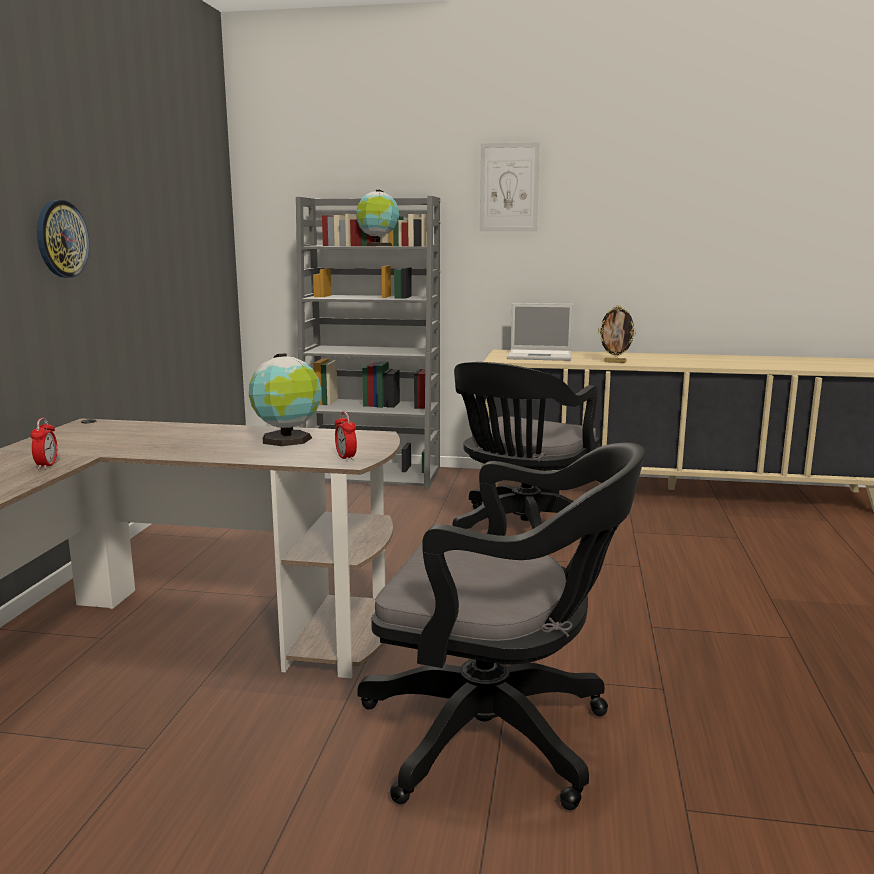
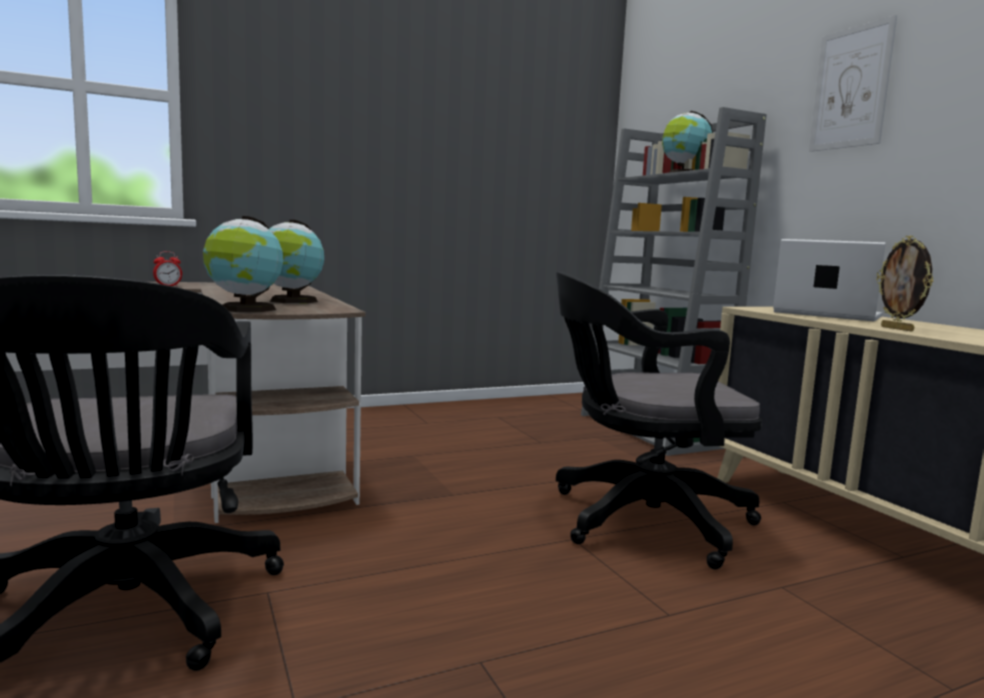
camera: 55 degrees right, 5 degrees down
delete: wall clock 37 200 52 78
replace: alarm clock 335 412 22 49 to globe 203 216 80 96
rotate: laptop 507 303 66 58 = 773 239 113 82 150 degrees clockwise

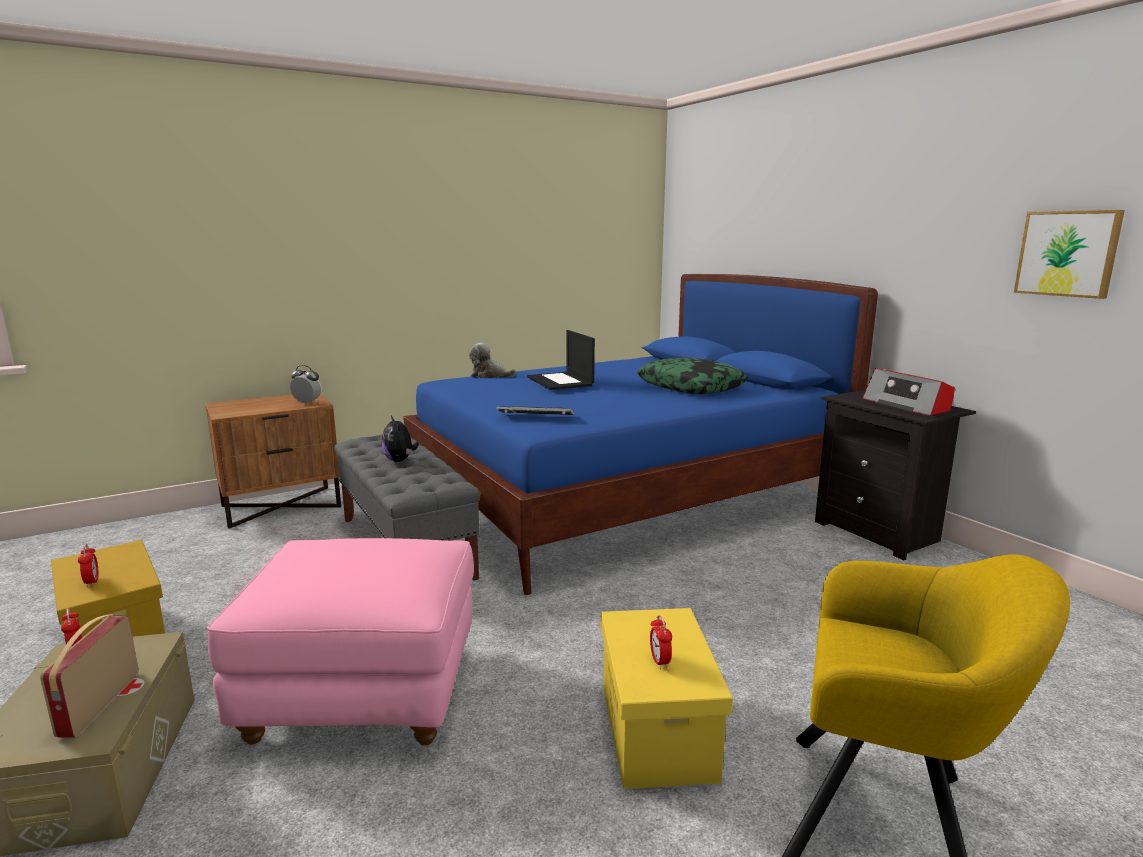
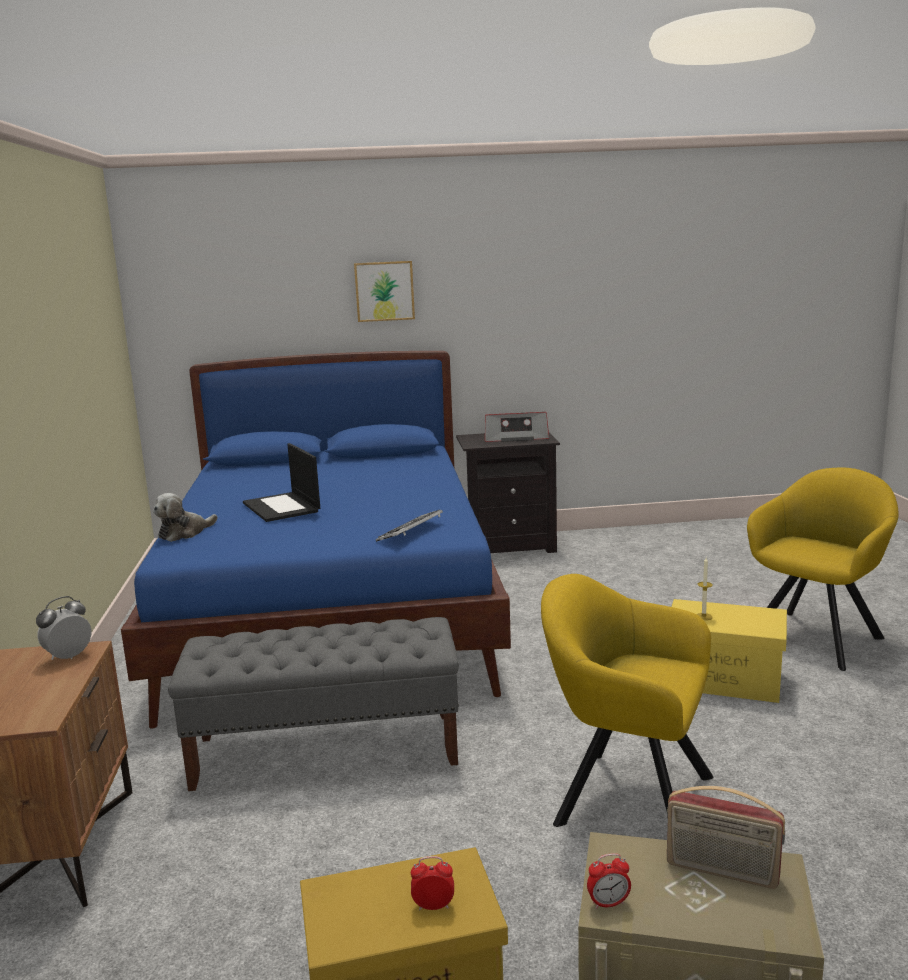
camera: 65 degrees left, 0 degrees up
delete: pillow 637 357 110 37; plush toy 382 416 37 46; alarm clock 650 615 22 54
insert: candle 696 558 17 62
move: picture 1014 210 111 89 to 354 261 61 61
replace: pink ottoman 207 538 267 208 to yellow armchair 541 574 172 253
rotate: laptop 527 330 68 60 = 243 443 77 79 60 degrees clockwise

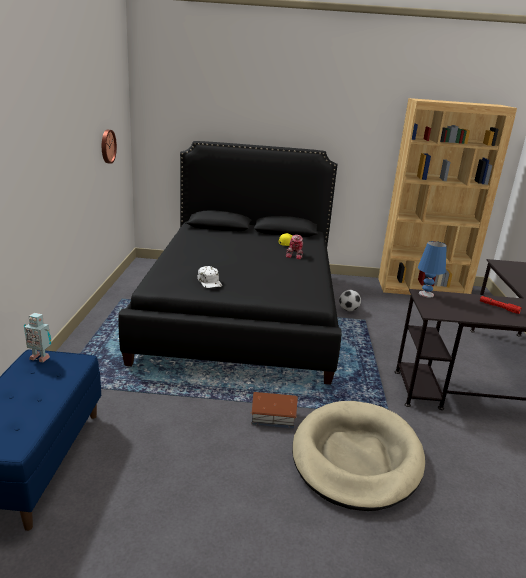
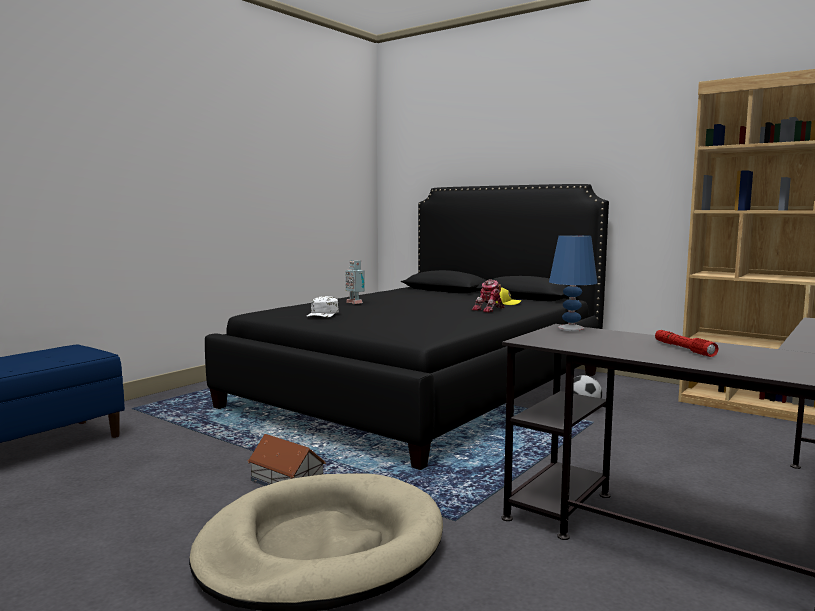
camera: 35 degrees right, 15 degrees down
delete: wall clock 102 130 15 34
move: toy robot 24 313 27 49 to 345 260 20 44

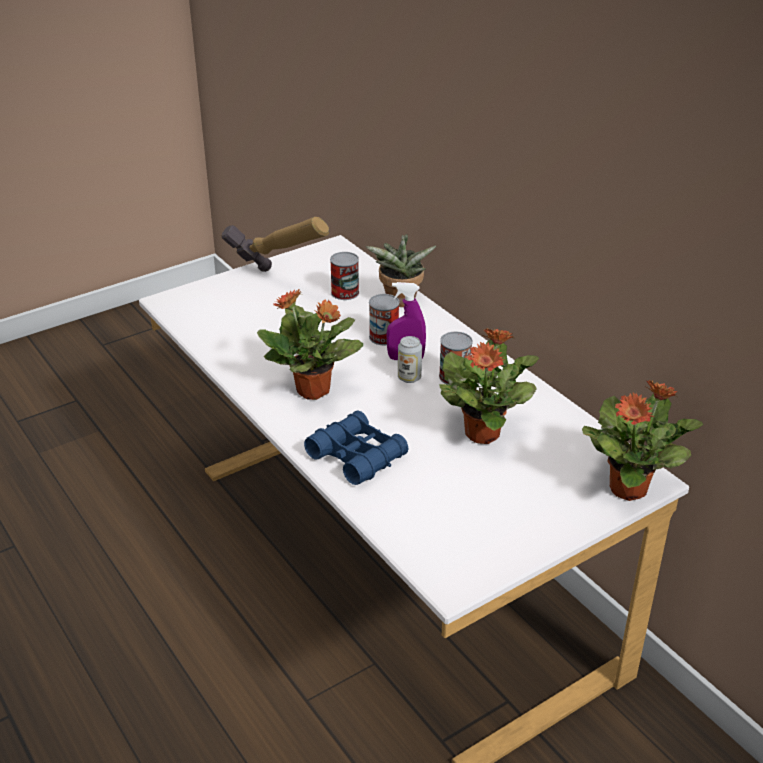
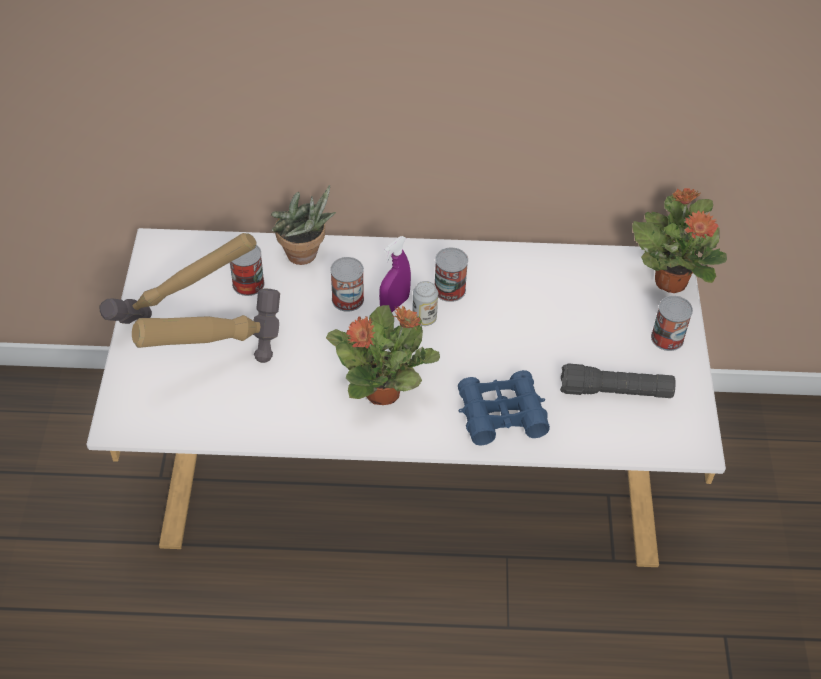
camera: 55 degrees left, 15 degrees up
delete: potted plant 439 329 100 115
insert: hammer 132 289 148 74; can 651 296 42 55; black flashlight 560 363 116 35

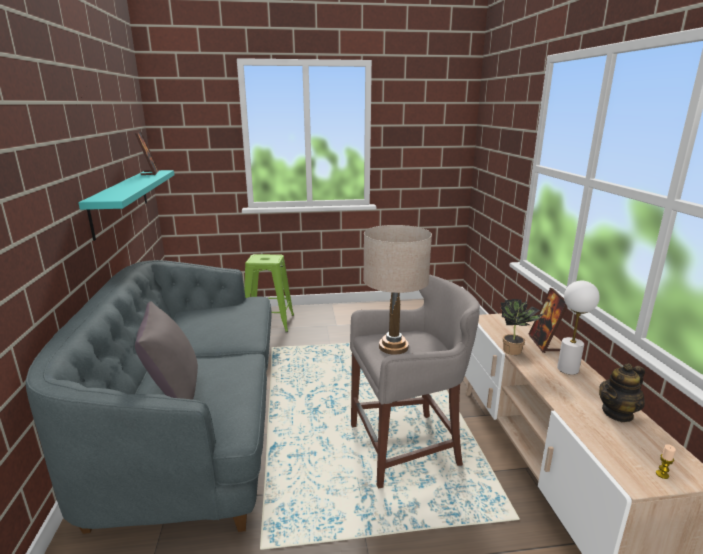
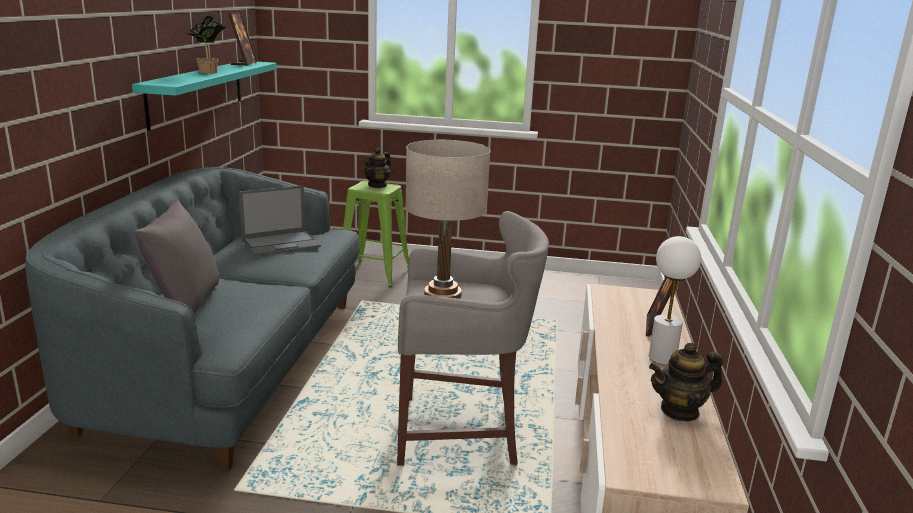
camera: 15 degrees right, 0 degrees up
delete: candle 656 444 20 35
insert: teapot 364 148 27 40; laptop 239 185 82 71
move: potted plant 500 299 45 56 to 187 16 39 58

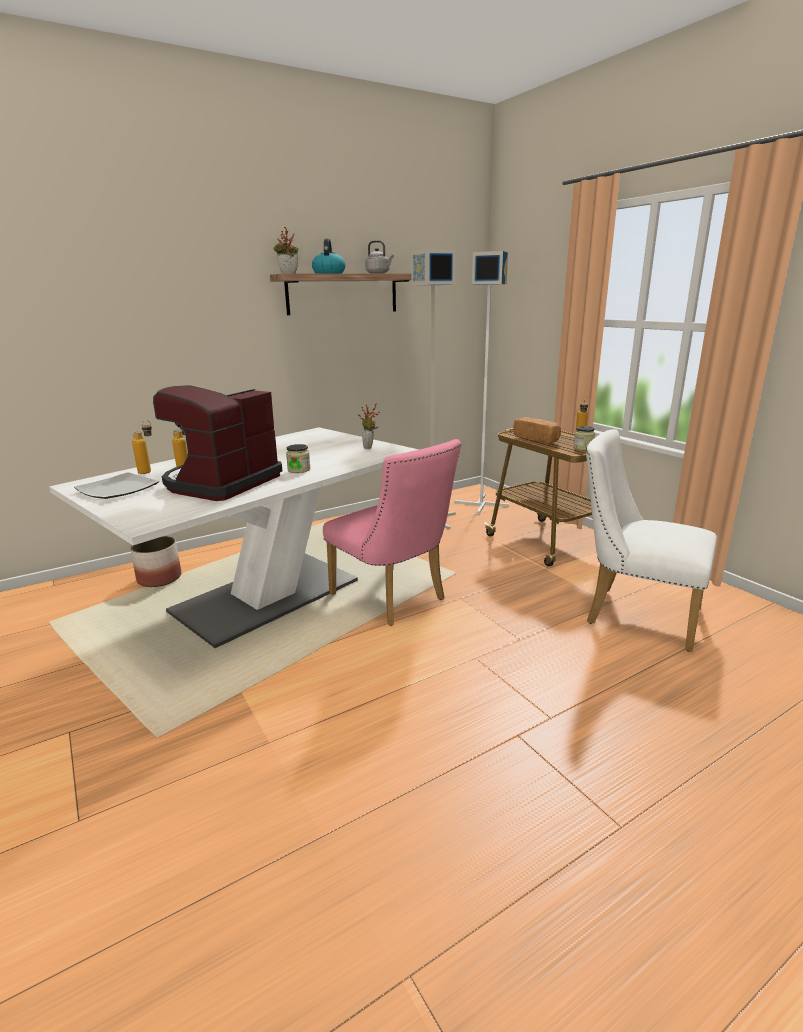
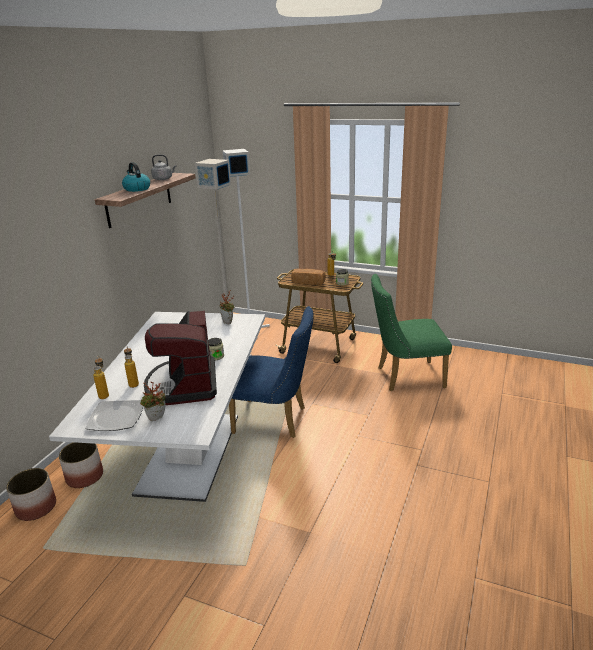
camera: 35 degrees left, 5 degrees up
insert: planter 6 468 50 53
move: potted plant 273 227 25 46 to 140 381 25 40
recolor: white chair 586 429 131 223 to green chair 371 274 81 117; pink chair 323 439 138 187 to blue chair 229 306 85 132

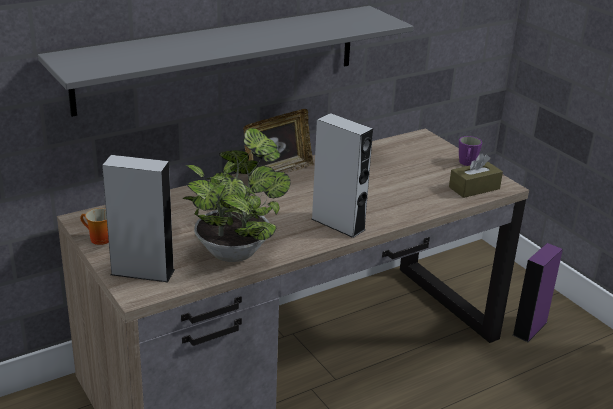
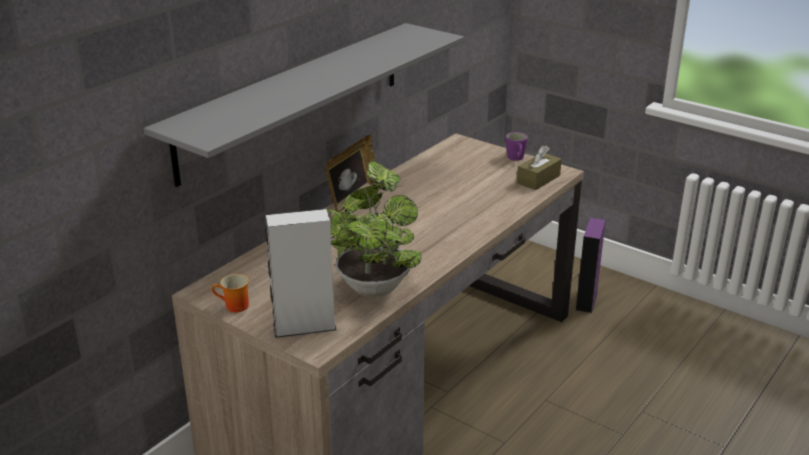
camera: 20 degrees left, 0 degrees up
delete: grey speaker 312 113 61 125

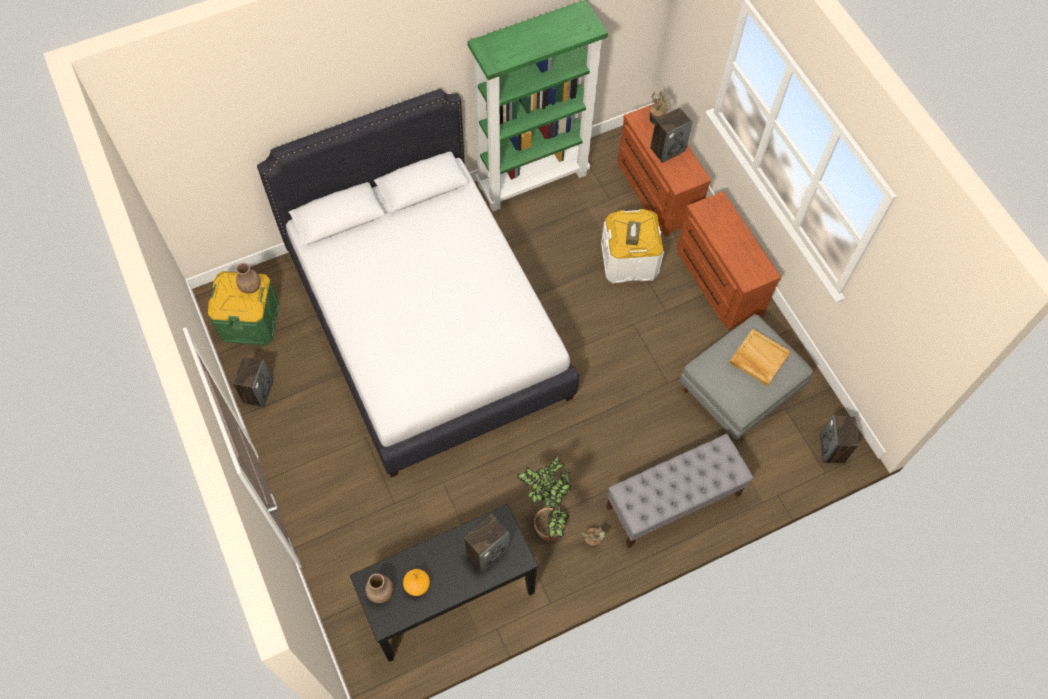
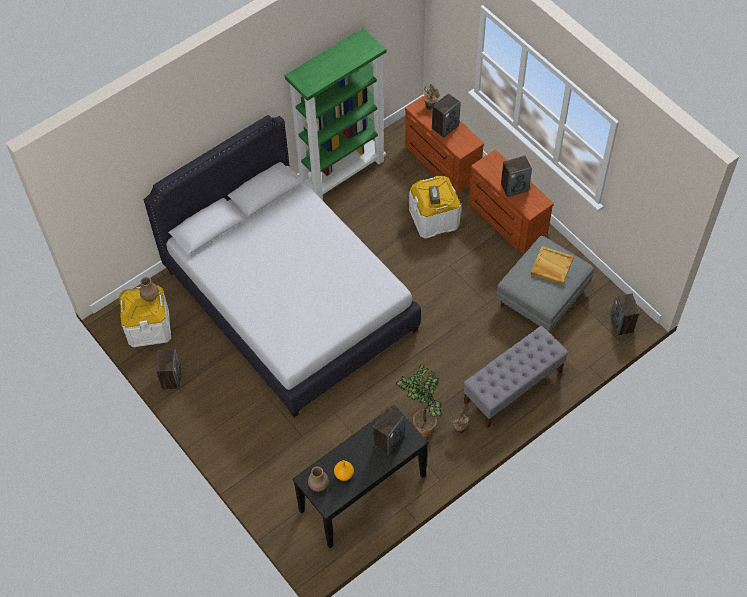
camera: 10 degrees left, 5 degrees down
insert: speaker 501 156 31 41
recolor: green storage box 208 271 72 74 to white storage box 119 285 52 62

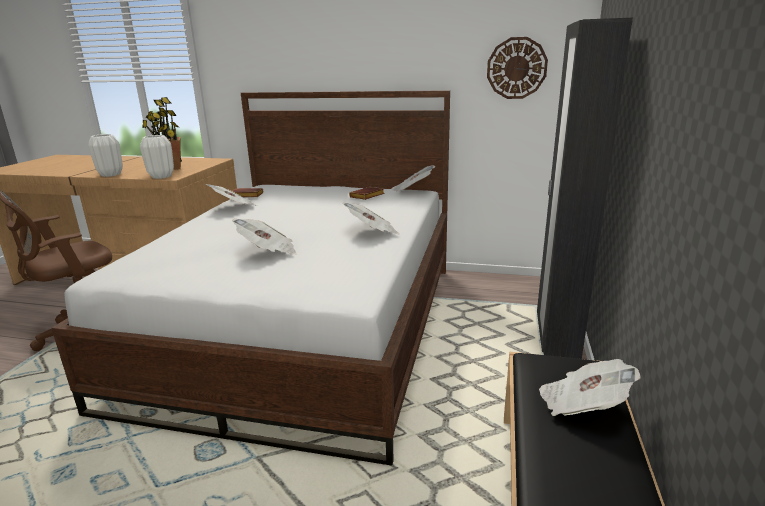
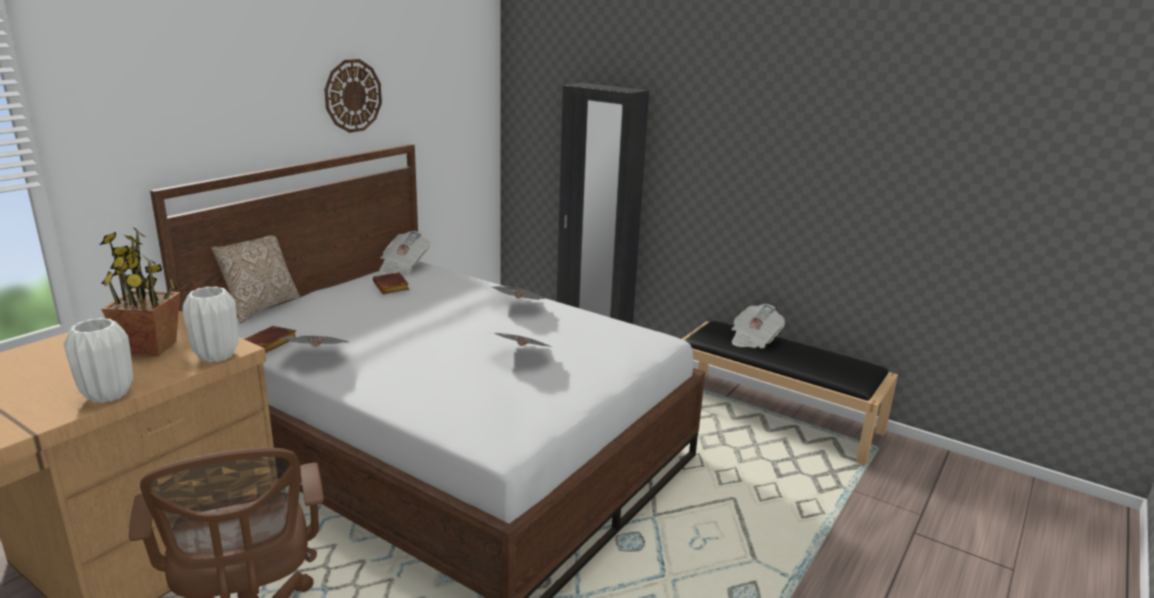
camera: 70 degrees left, 0 degrees up
insert: pillow 211 236 89 87
move: wall clock 487 37 61 62 to 324 59 58 74

